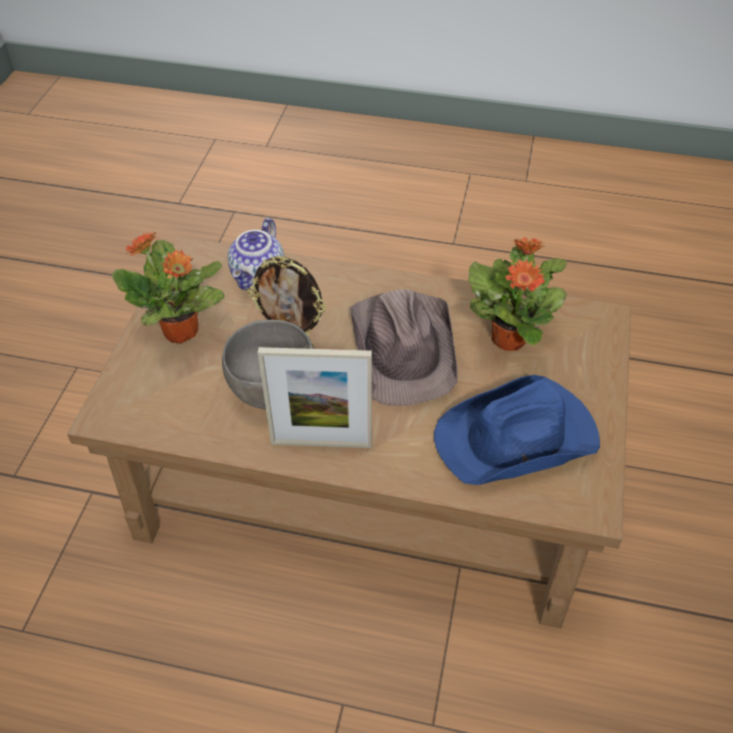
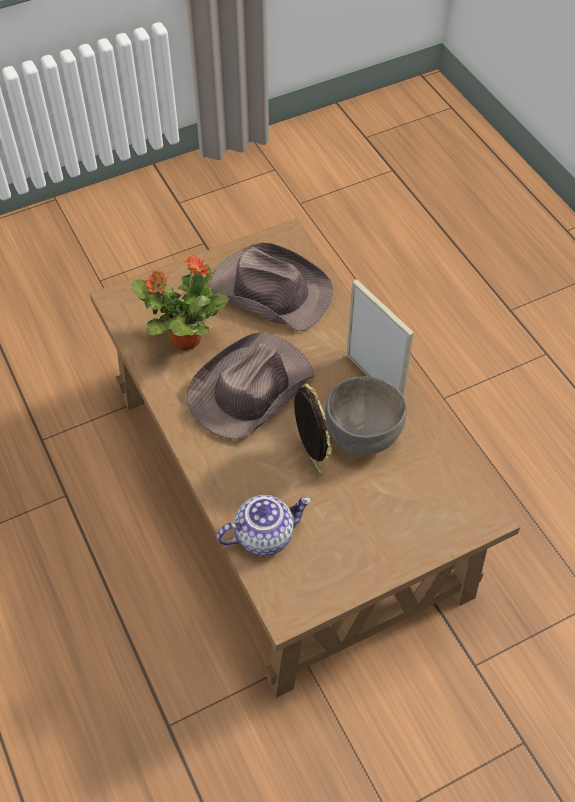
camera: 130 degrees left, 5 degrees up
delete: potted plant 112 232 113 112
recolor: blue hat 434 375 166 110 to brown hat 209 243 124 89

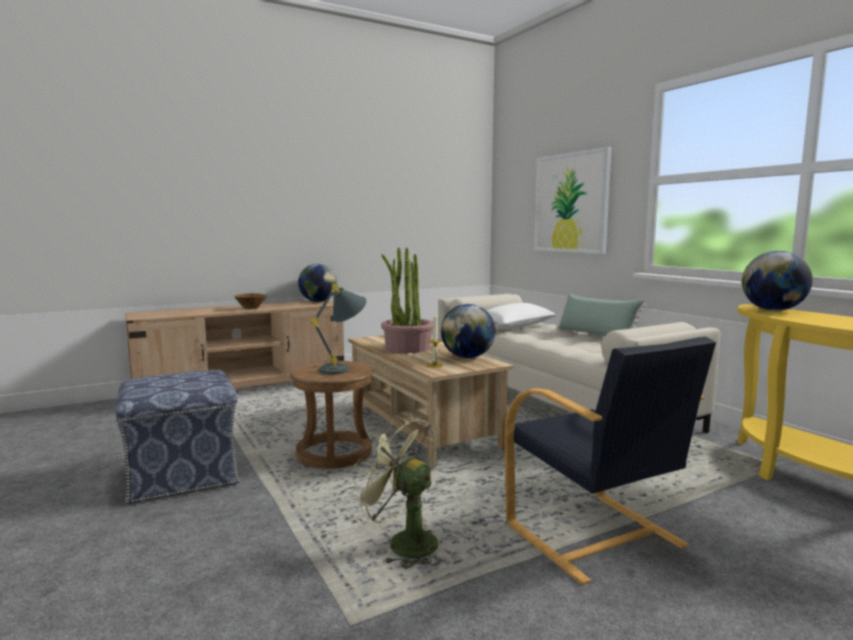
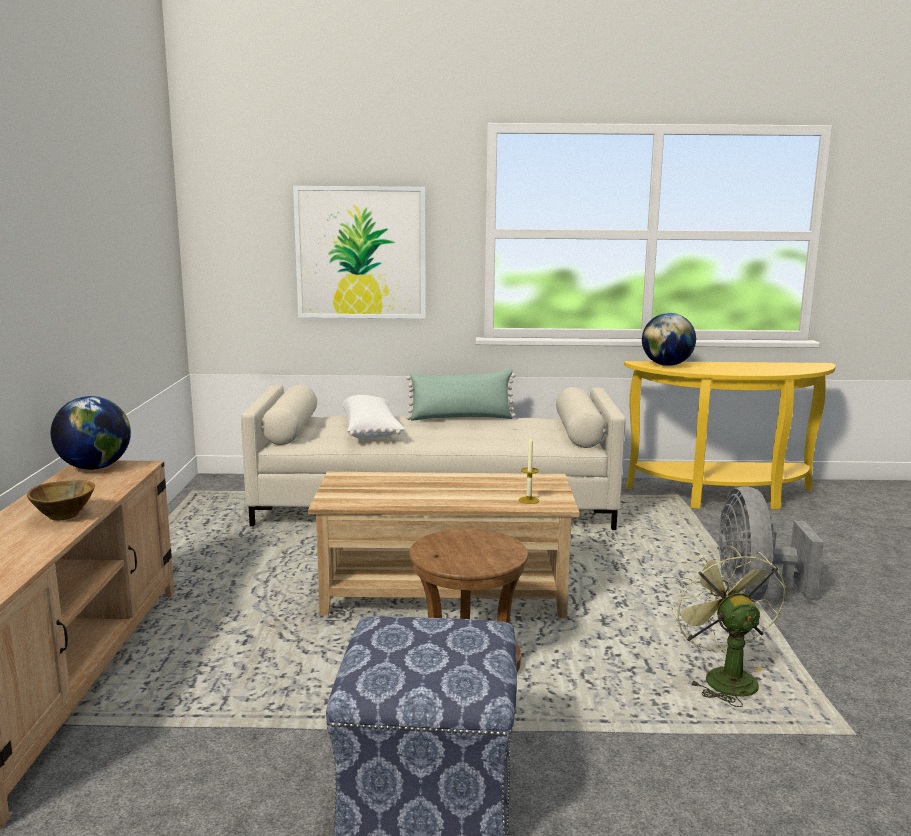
camera: 60 degrees left, 5 degrees up
delete: potted plant 381 248 52 105; grey table lamp 310 284 57 91; globe 441 304 54 54
replace: black armchair 505 337 211 248 to grey fan 717 486 107 116
rotate: green fan 351 416 89 153 = 671 546 115 161 105 degrees clockwise

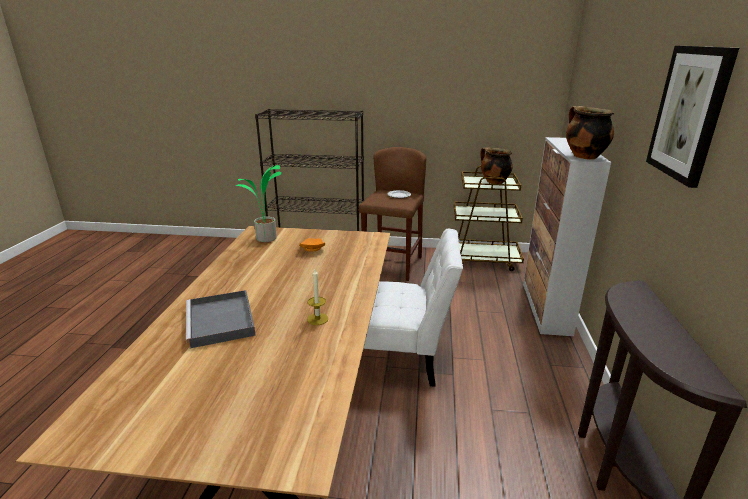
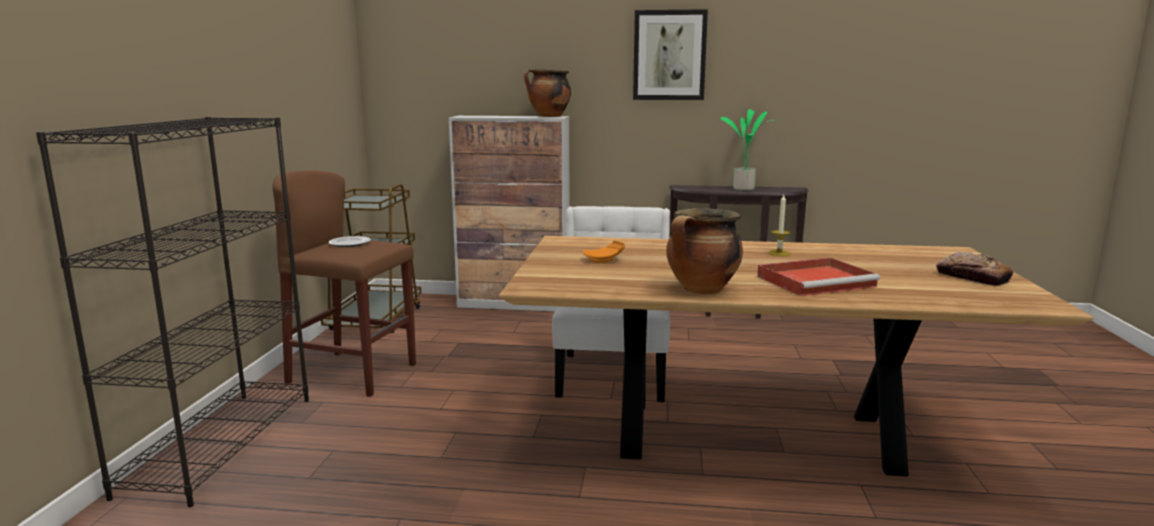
camera: 90 degrees left, 10 degrees down
insert: bread 936 252 77 34
move: cooking pot 480 147 33 37 to 666 208 77 86; potted plant 235 165 46 77 to 720 109 56 82
recolor: grey tray 186 290 70 59 to red tray 757 258 123 38

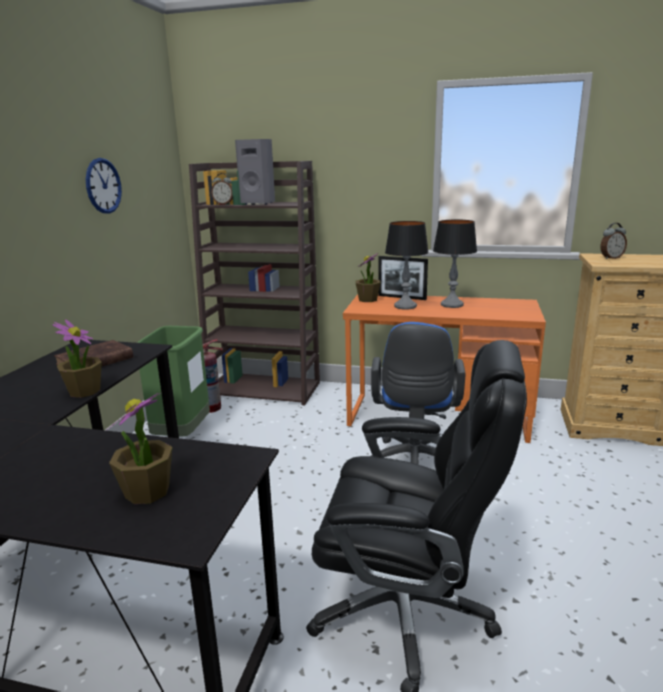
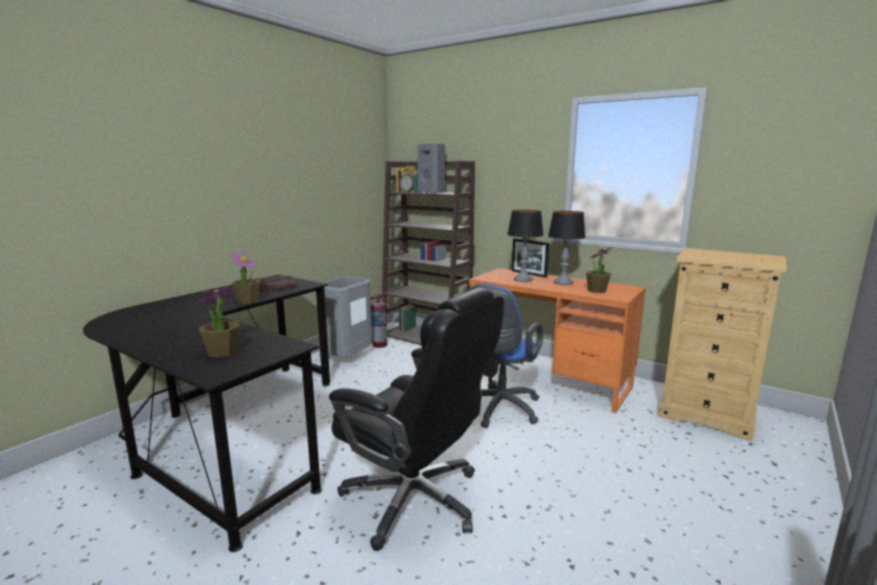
camera: 20 degrees right, 5 degrees down
delete: wall clock 86 158 36 56; alarm clock 600 223 27 36
move: potted plant 356 253 24 49 to 586 247 26 46
recolor: green trash can 137 326 73 111 to grey trash can 323 276 49 81

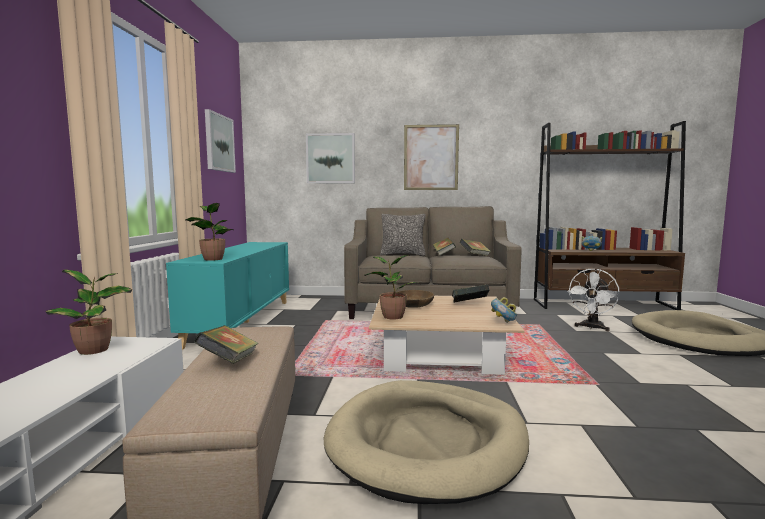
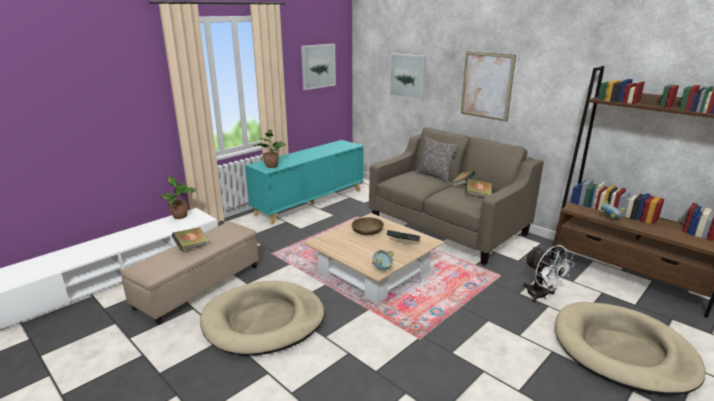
camera: 40 degrees right, 15 degrees up
delete: potted plant 365 255 53 64
rotate: white fan 567 268 53 63 = 522 245 53 58 105 degrees counterclockwise

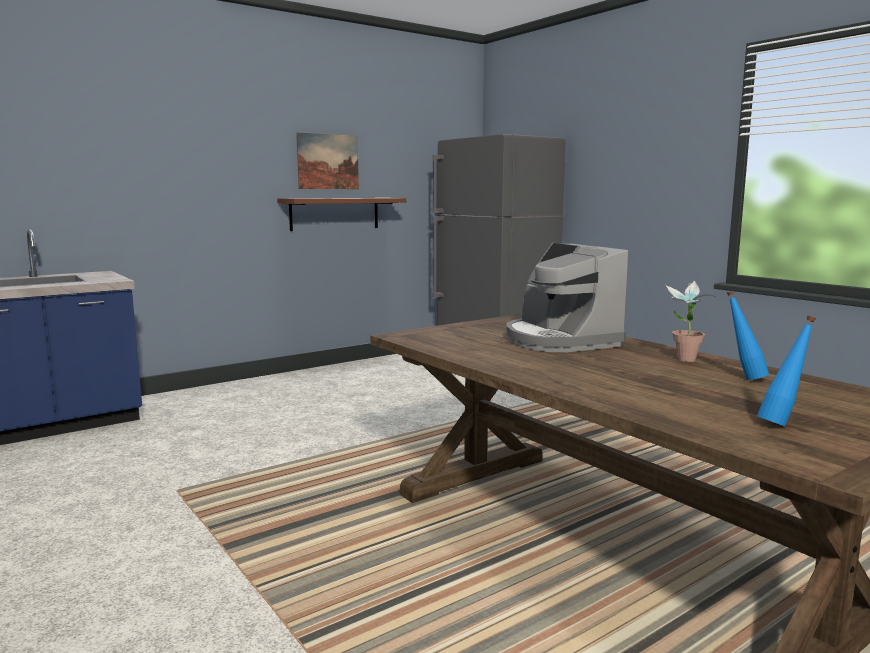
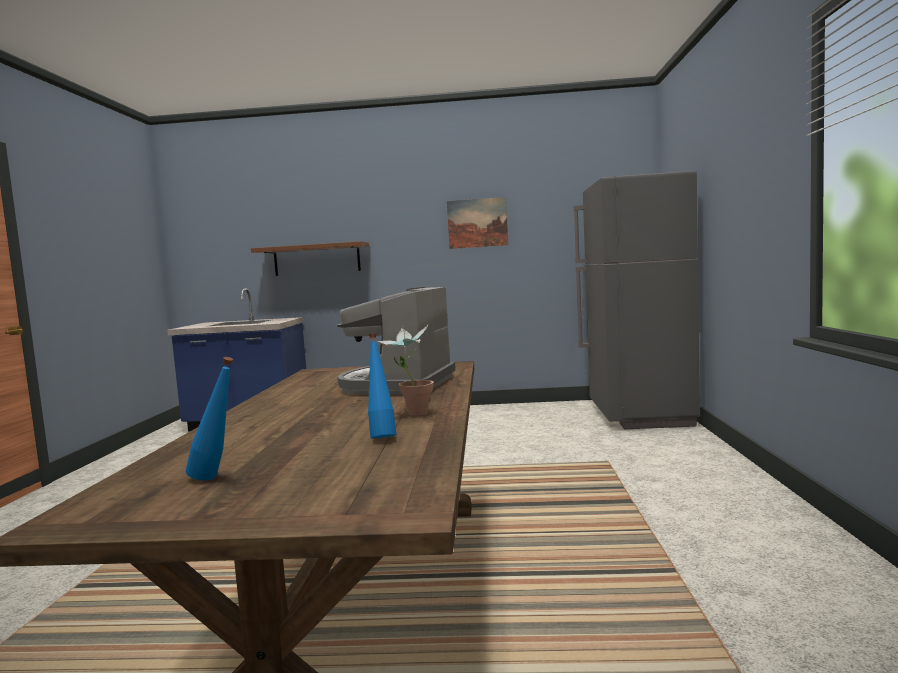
camera: 40 degrees right, 5 degrees down
move: brown shelf 277 198 129 33 to 251 241 118 35

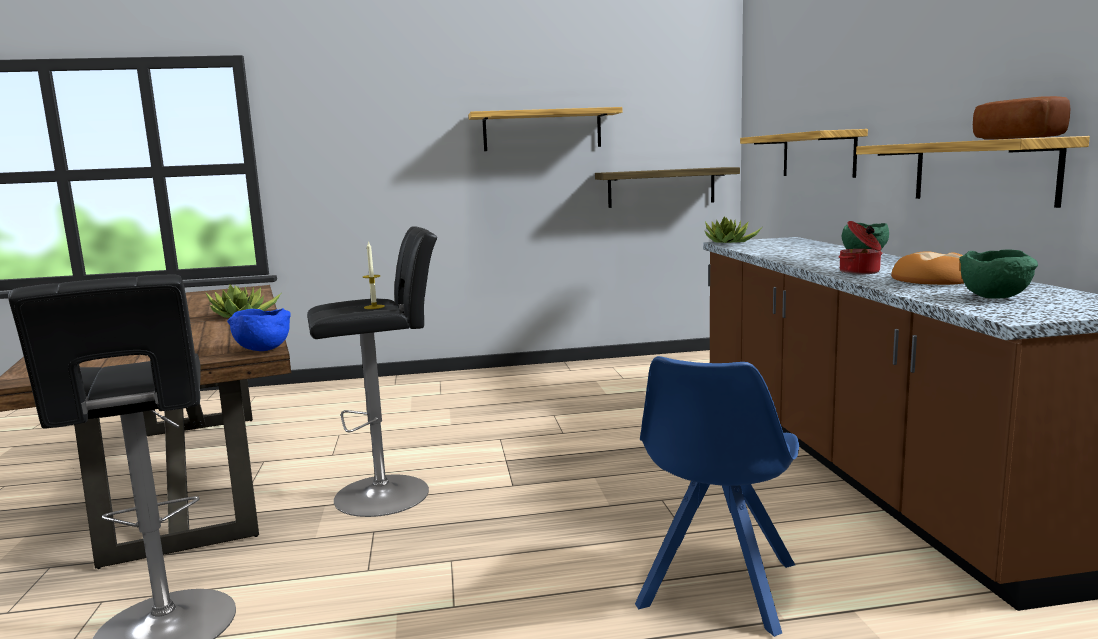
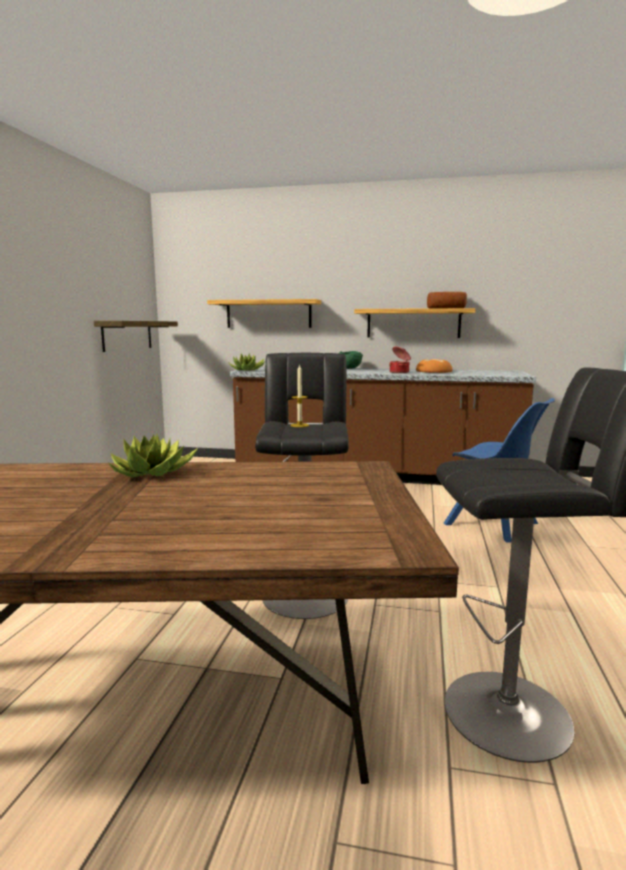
camera: 70 degrees left, 0 degrees up
delete: shelf 468 107 154 44; green bowl 959 250 79 48; blue bowl 227 308 64 43

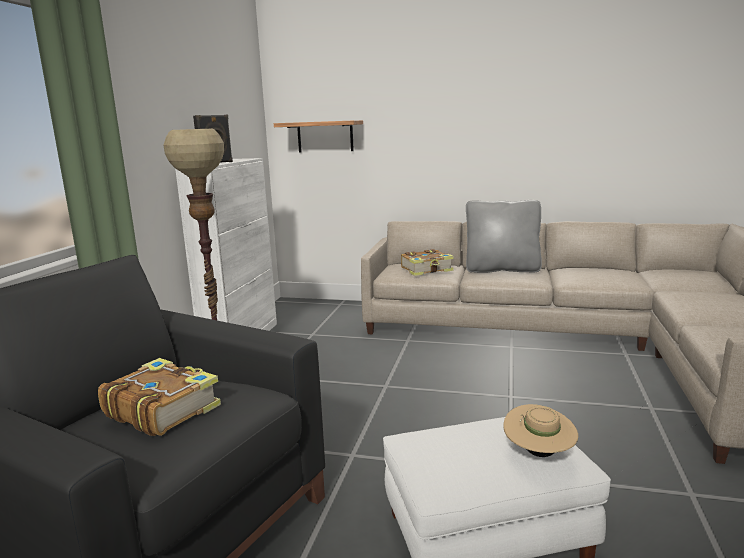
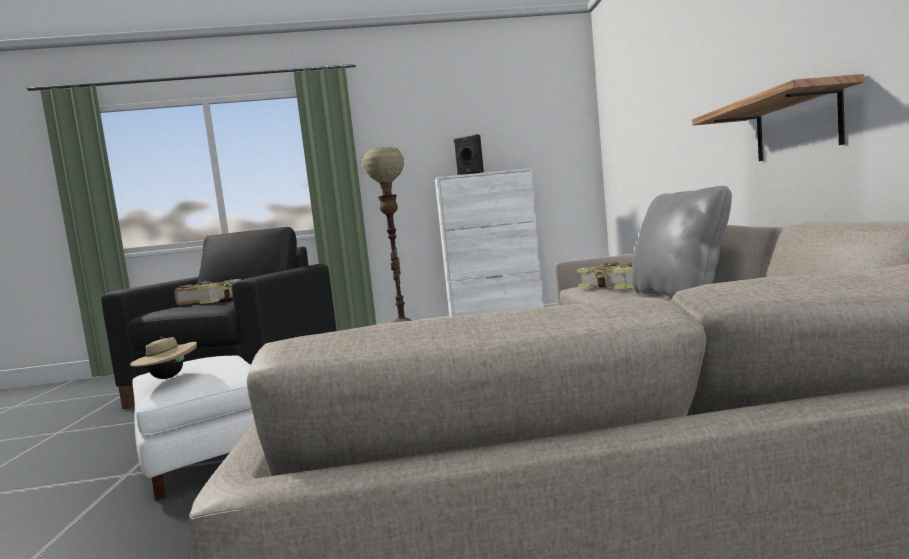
camera: 70 degrees right, 10 degrees down
move: shelf 274 120 89 32 to 692 74 172 87

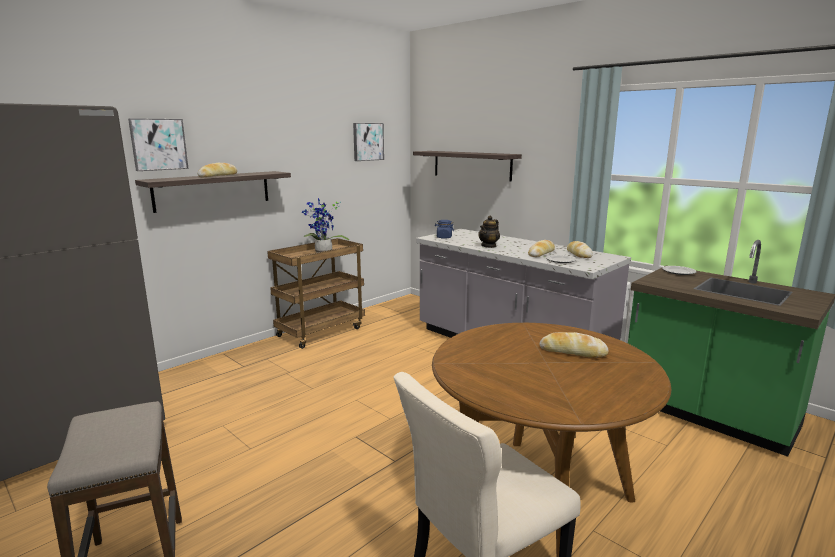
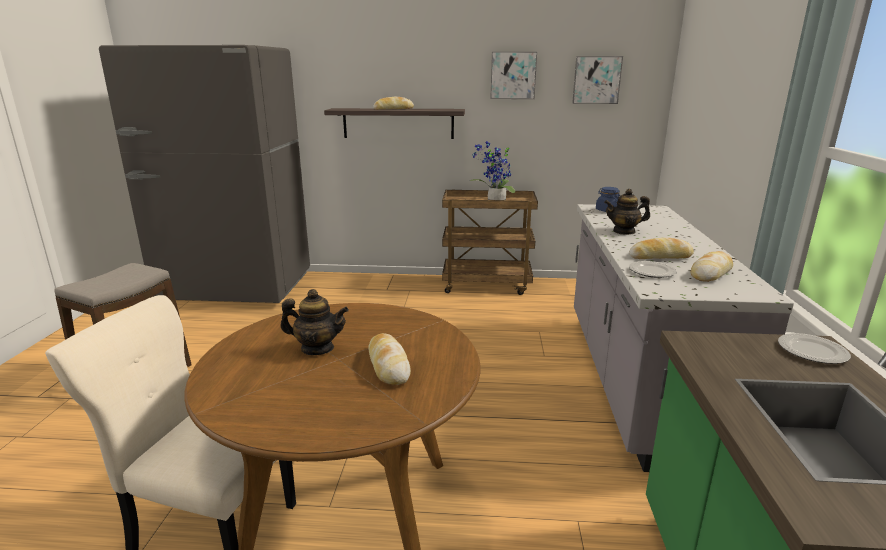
camera: 50 degrees right, 5 degrees up
delete: shelf 413 151 109 31
insert: teapot 280 289 69 66
move: picture 128 118 61 53 to 490 52 47 47

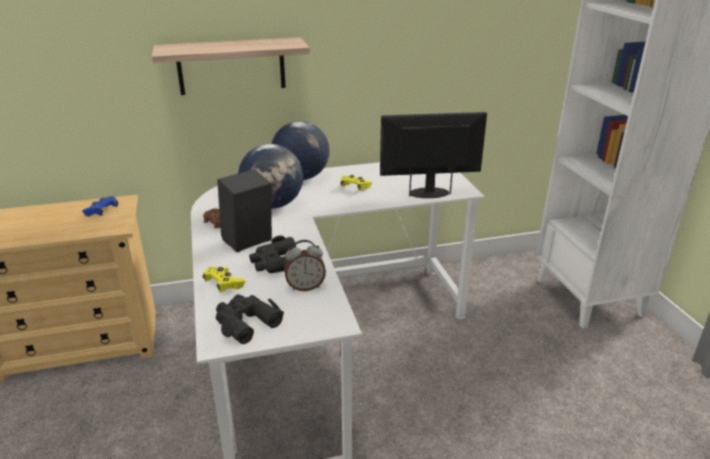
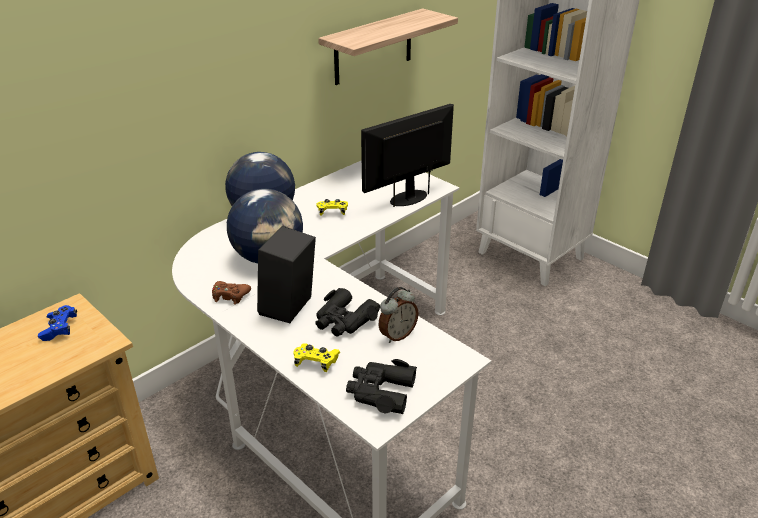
camera: 30 degrees left, 5 degrees up
move: shelf 152 37 158 58 to 318 8 140 77

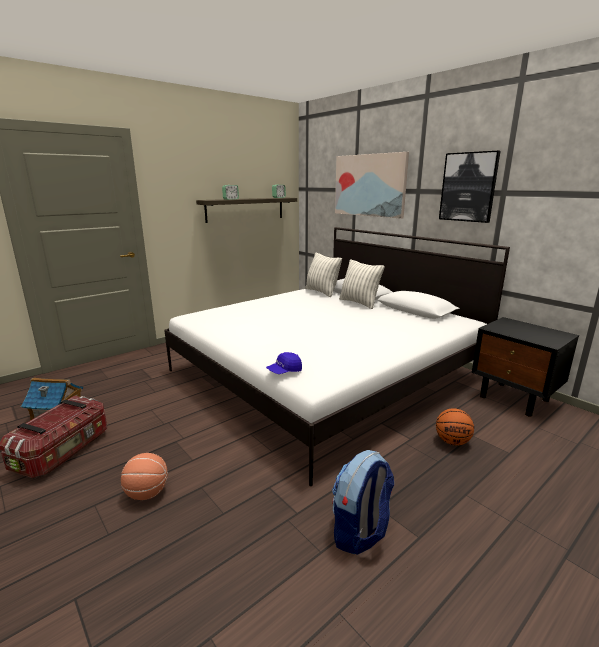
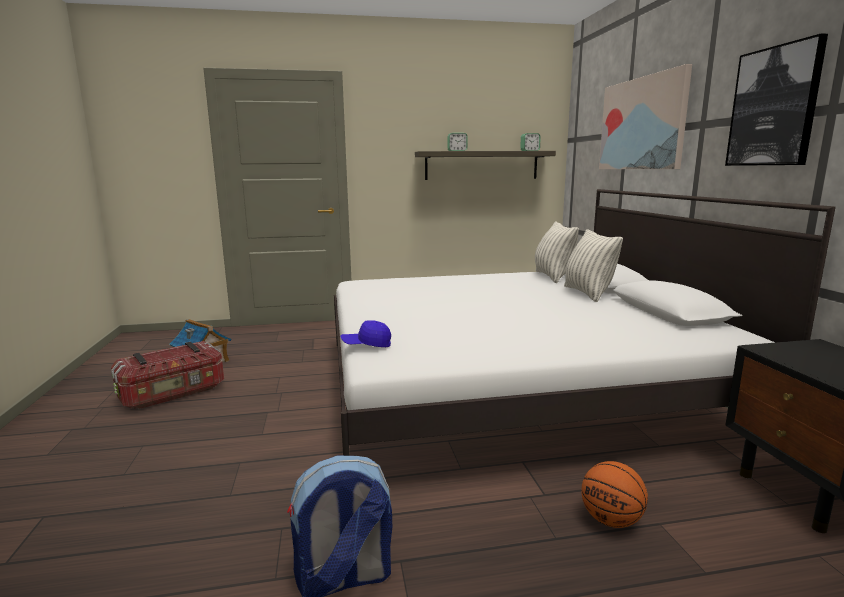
camera: 30 degrees right, 5 degrees down
delete: basketball 121 453 47 47

